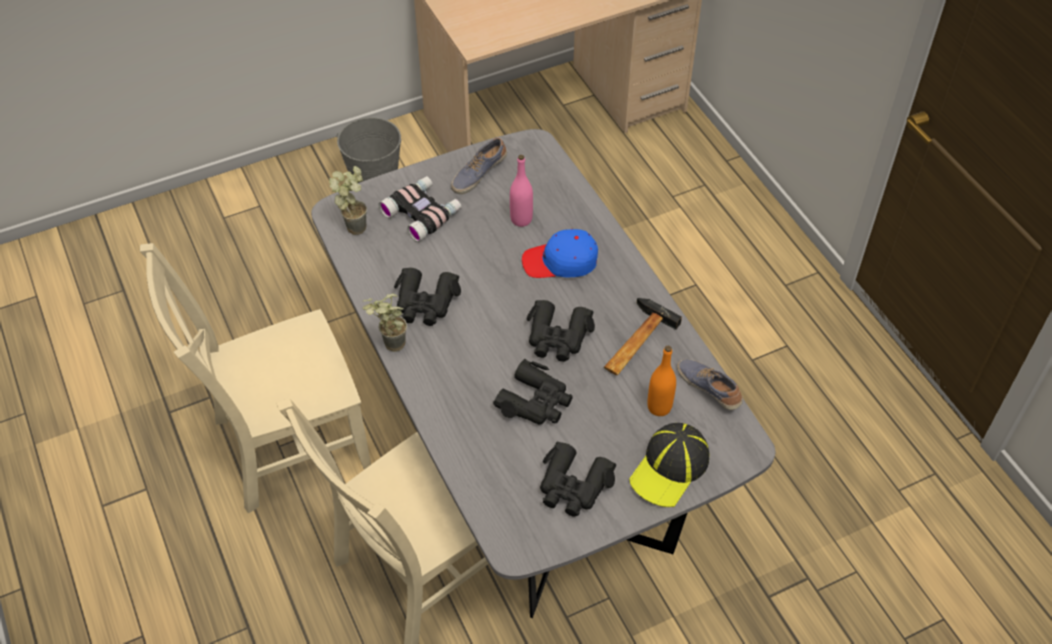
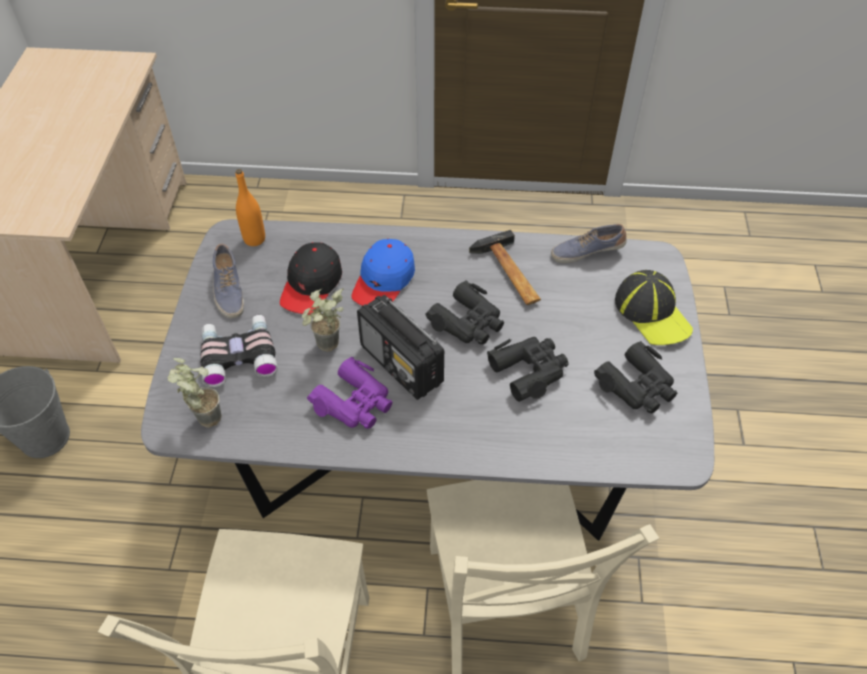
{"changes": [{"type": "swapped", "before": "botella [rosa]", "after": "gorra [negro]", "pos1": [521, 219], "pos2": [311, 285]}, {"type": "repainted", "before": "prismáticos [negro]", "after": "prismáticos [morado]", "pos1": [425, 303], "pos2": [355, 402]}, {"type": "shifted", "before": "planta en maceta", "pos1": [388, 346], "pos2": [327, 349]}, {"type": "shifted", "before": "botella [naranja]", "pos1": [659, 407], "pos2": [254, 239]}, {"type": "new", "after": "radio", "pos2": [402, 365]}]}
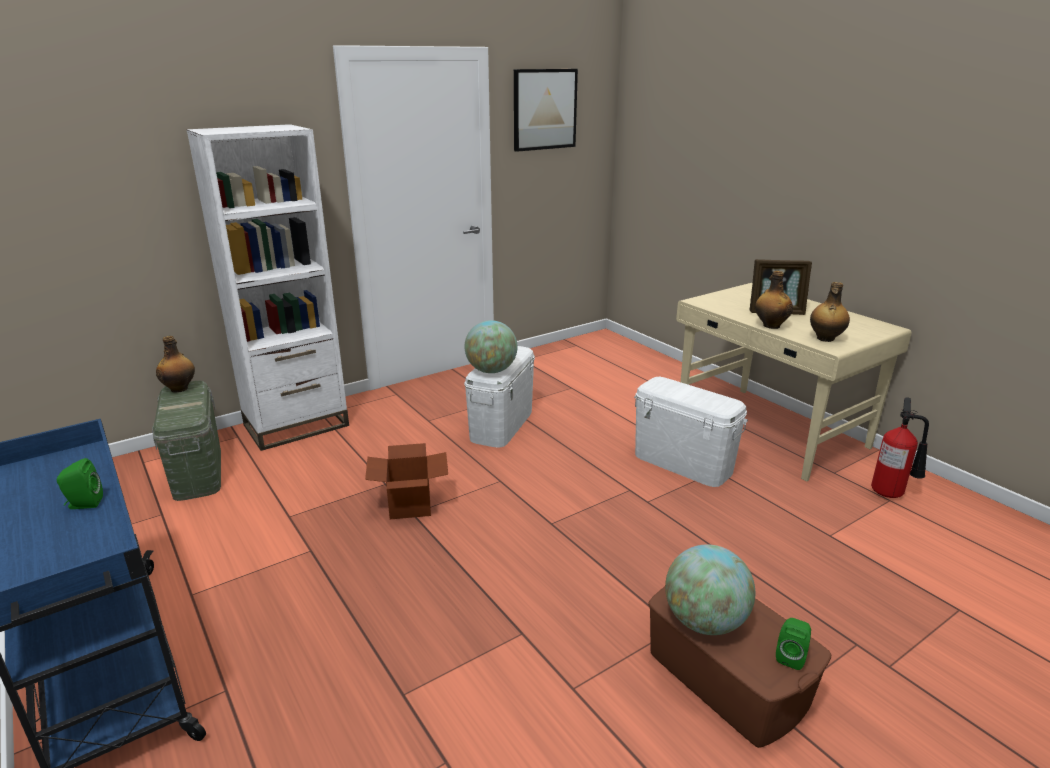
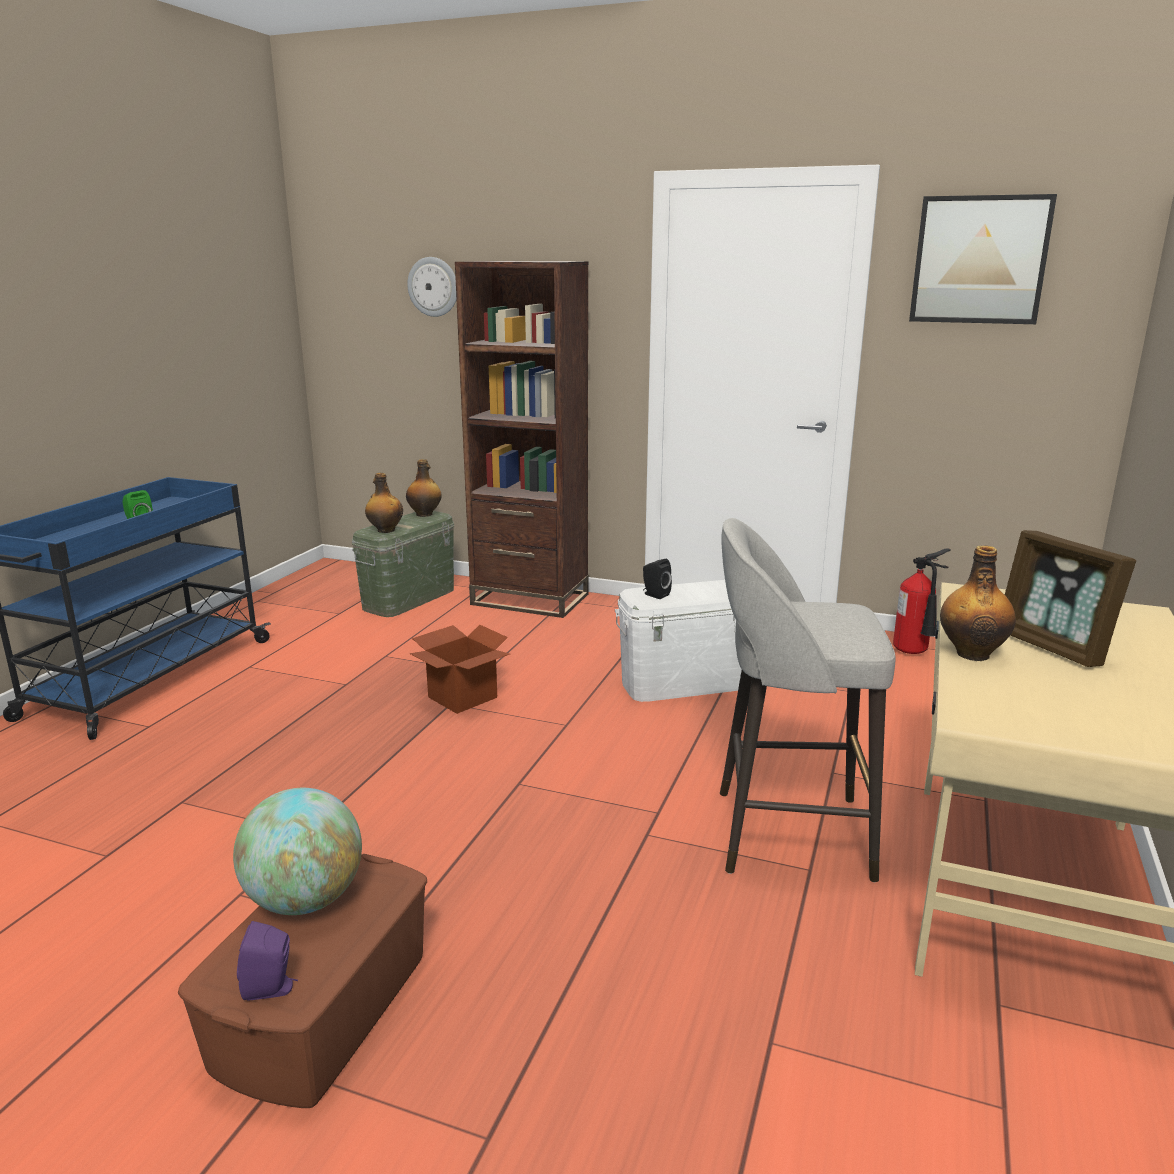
{"changes": [{"type": "repainted", "before": "estantería [blanco]", "after": "estantería [marrón]", "pos1": [296, 425], "pos2": [530, 599]}, {"type": "shifted", "before": "botella", "pos1": [825, 339], "pos2": [385, 530]}, {"type": "swapped", "before": "globo terráqueo", "after": "altavoz [negro]", "pos1": [491, 371], "pos2": [654, 595]}, {"type": "swapped", "before": "caja de almacenaje [blanco]", "after": "taburete [gris]", "pos1": [682, 463], "pos2": [786, 833]}, {"type": "shifted", "before": "extintor", "pos1": [891, 493], "pos2": [914, 653]}, {"type": "repainted", "before": "altavoz [verde]", "after": "altavoz [morado]", "pos1": [791, 657], "pos2": [271, 989]}, {"type": "new", "after": "reloj de pared", "pos2": [433, 287]}]}
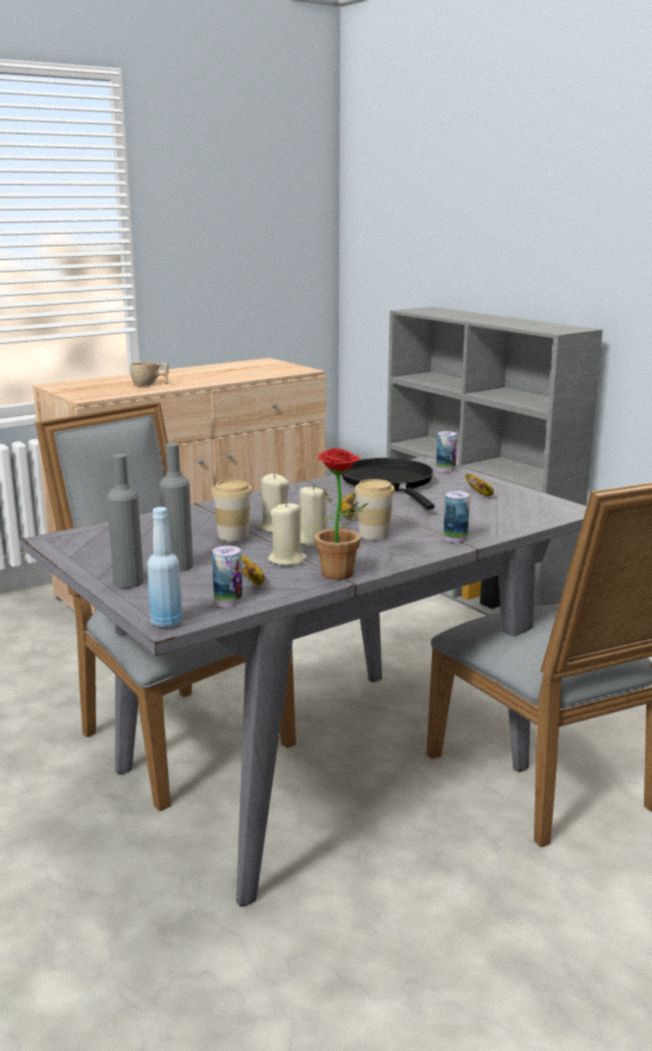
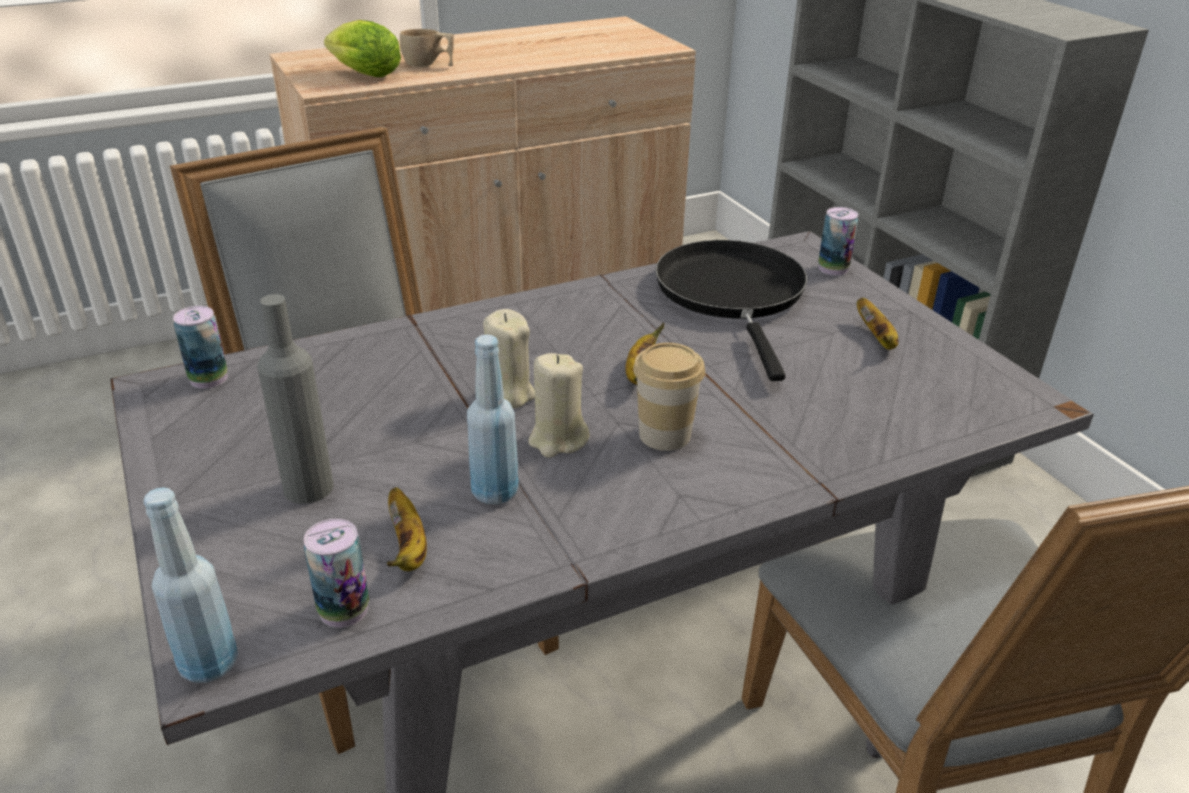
{"changes": [{"type": "gone", "before": "planta en maceta", "pos1": [341, 576]}, {"type": "gone", "before": "botella [gris]", "pos1": [128, 582]}, {"type": "gone", "before": "taza", "pos1": [233, 535]}, {"type": "shifted", "before": "lata", "pos1": [455, 538], "pos2": [209, 379]}, {"type": "swapped", "before": "vela [beis]", "after": "botella [azul]", "pos1": [287, 560], "pos2": [494, 492]}, {"type": "new", "after": "lechuga", "pos2": [362, 74]}]}
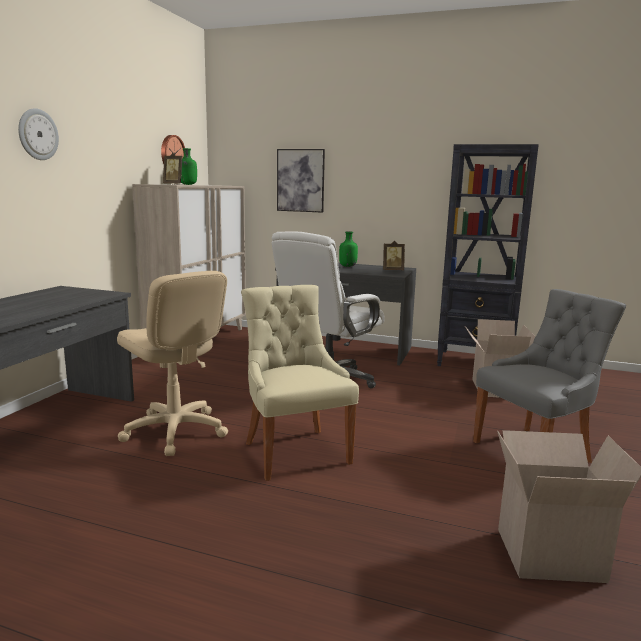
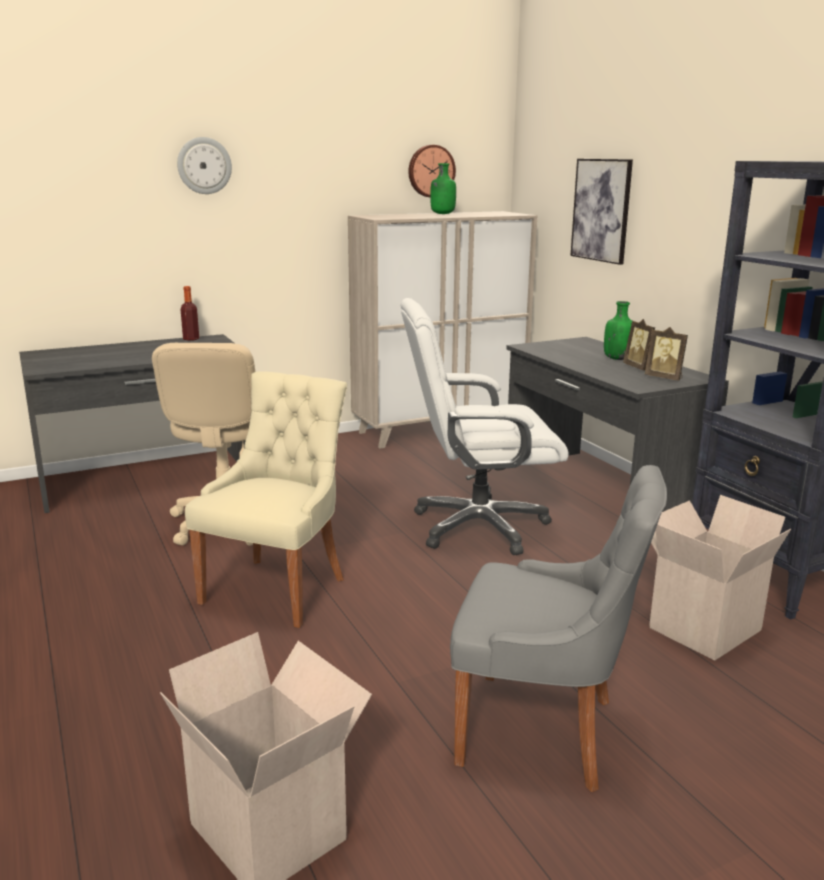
{"changes": [{"type": "shifted", "before": "portarretratos", "pos1": [174, 184], "pos2": [639, 368]}, {"type": "new", "after": "botella", "pos2": [191, 339]}]}
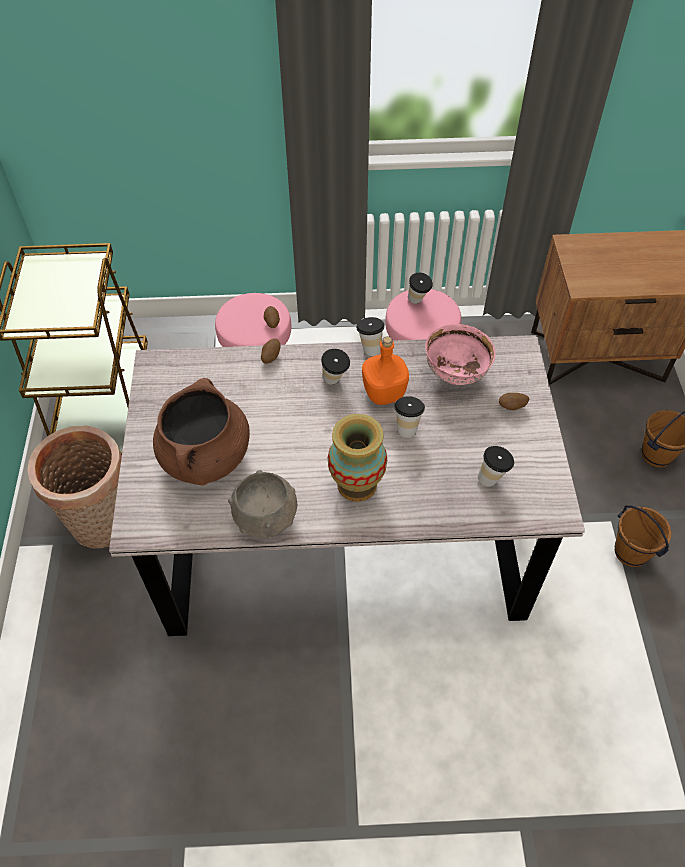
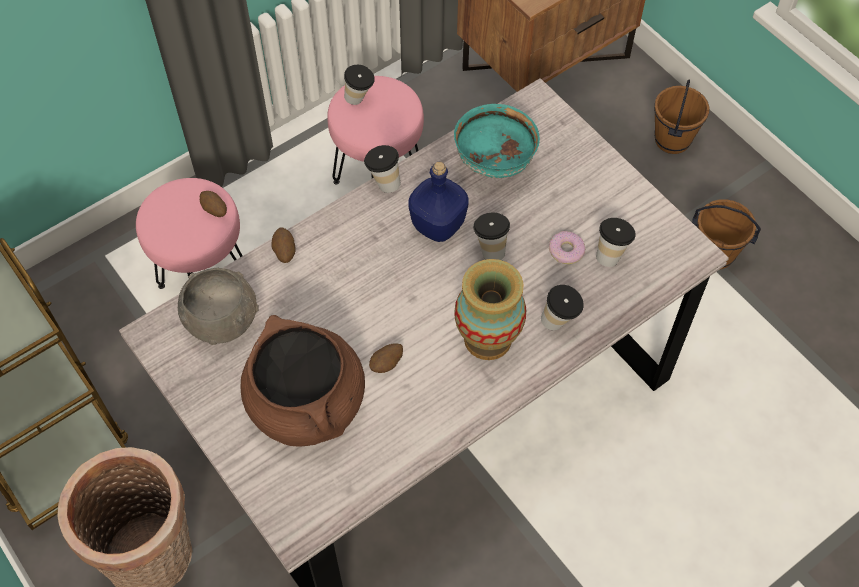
{"changes": [{"type": "repainted", "before": "cuenco [rosa]", "after": "cuenco [turquesa]", "pos1": [456, 374], "pos2": [494, 164]}, {"type": "repainted", "before": "botella [naranja]", "after": "botella [azul]", "pos1": [383, 393], "pos2": [437, 226]}, {"type": "shifted", "before": "taza", "pos1": [335, 381], "pos2": [559, 322]}, {"type": "shifted", "before": "patata", "pos1": [512, 407], "pos2": [387, 364]}, {"type": "shifted", "before": "cuenco [gris]", "pos1": [266, 516], "pos2": [221, 319]}, {"type": "new", "after": "rosquilla", "pos2": [566, 251]}]}
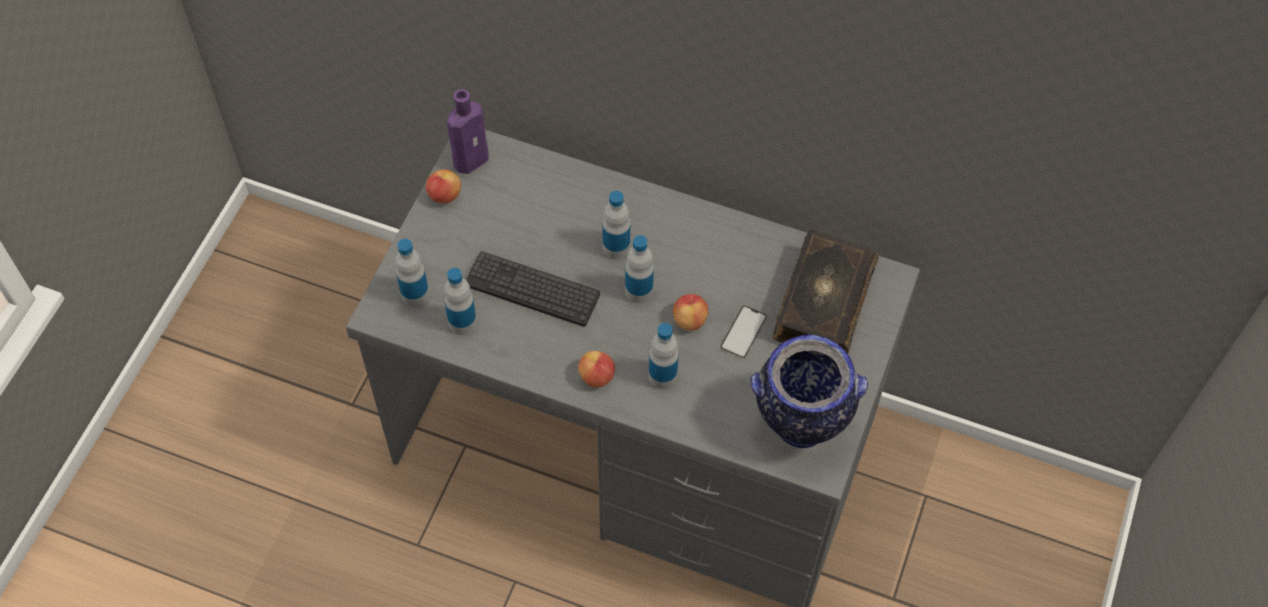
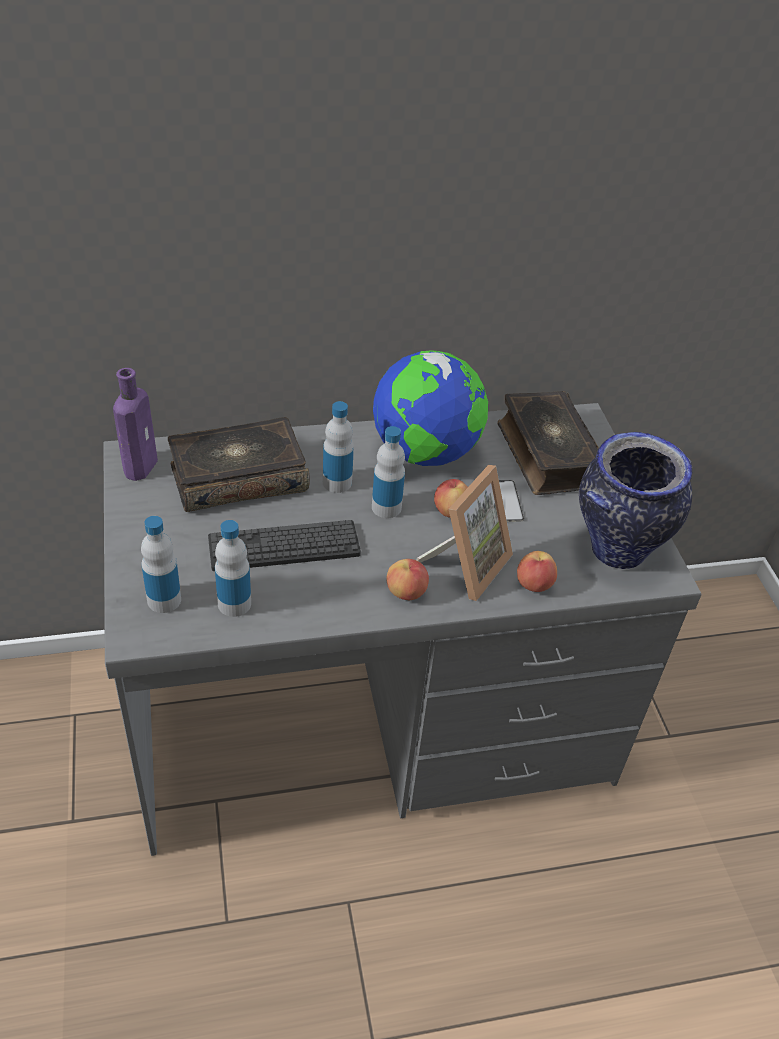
{"changes": [{"type": "shifted", "before": "manzana", "pos1": [444, 195], "pos2": [534, 584]}, {"type": "swapped", "before": "botella", "after": "portarretratos", "pos1": [662, 376], "pos2": [466, 565]}, {"type": "new", "after": "globo terráqueo", "pos2": [425, 453]}, {"type": "new", "after": "libro", "pos2": [238, 477]}]}
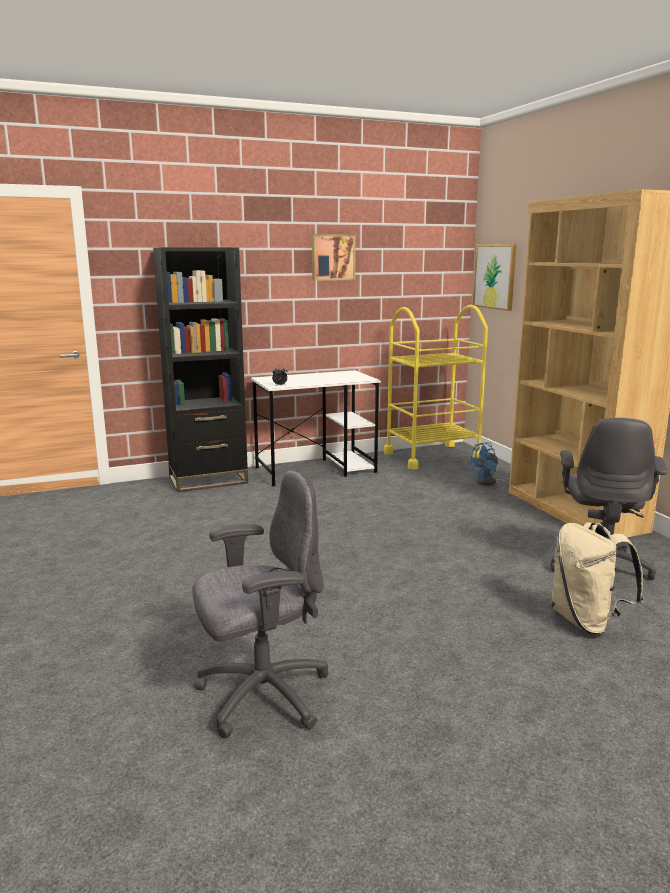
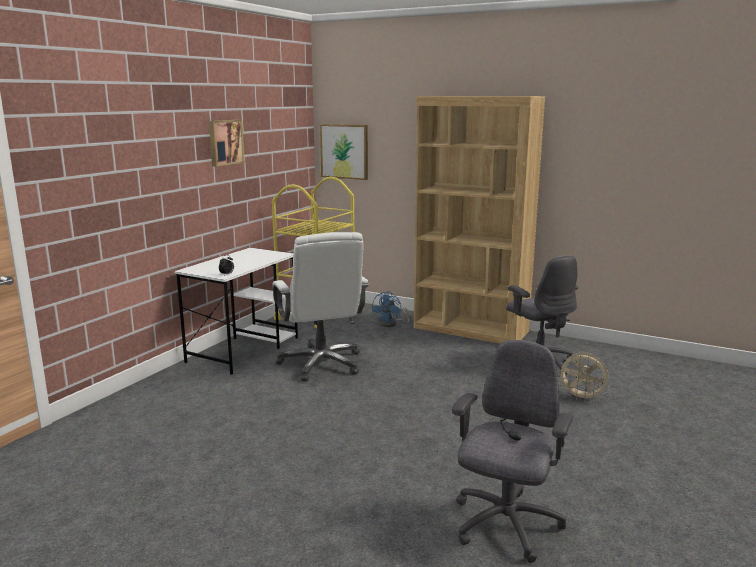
{"changes": [{"type": "gone", "before": "estantería [negro]", "pos1": [208, 480]}, {"type": "swapped", "before": "mochila [beis]", "after": "ventilador [beis]", "pos1": [587, 622], "pos2": [582, 398]}, {"type": "new", "after": "silla de oficina [blanco]", "pos2": [321, 364]}]}
